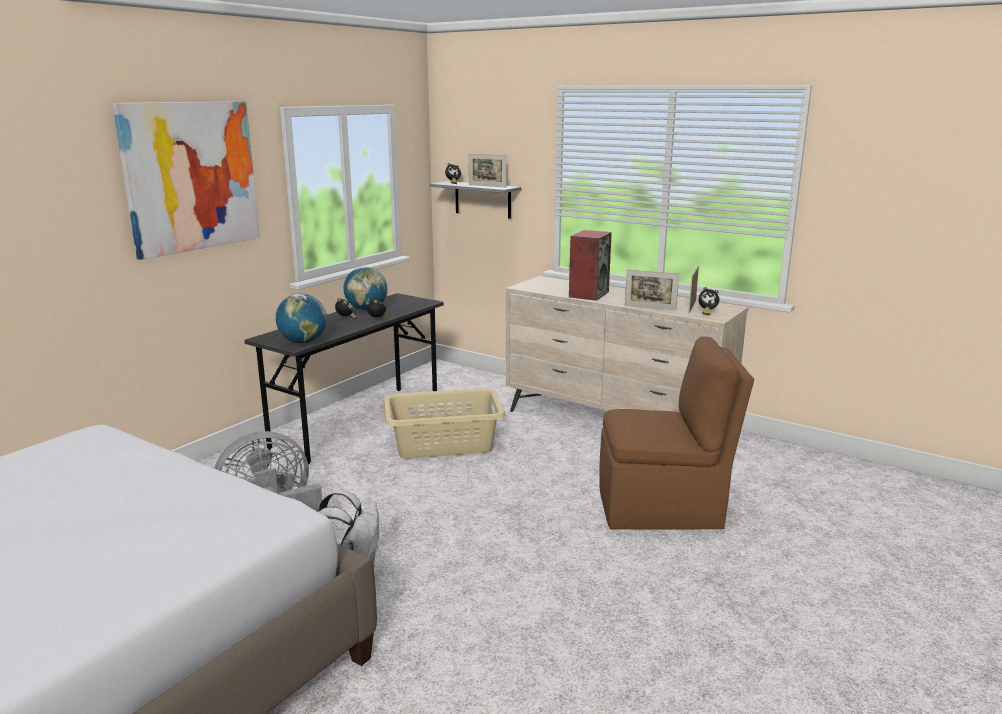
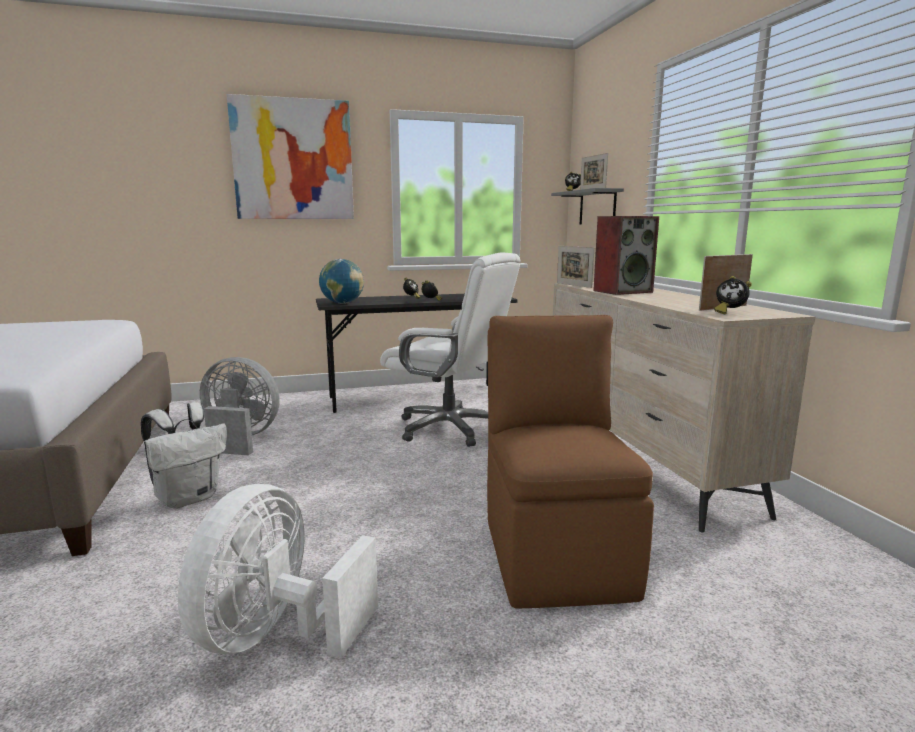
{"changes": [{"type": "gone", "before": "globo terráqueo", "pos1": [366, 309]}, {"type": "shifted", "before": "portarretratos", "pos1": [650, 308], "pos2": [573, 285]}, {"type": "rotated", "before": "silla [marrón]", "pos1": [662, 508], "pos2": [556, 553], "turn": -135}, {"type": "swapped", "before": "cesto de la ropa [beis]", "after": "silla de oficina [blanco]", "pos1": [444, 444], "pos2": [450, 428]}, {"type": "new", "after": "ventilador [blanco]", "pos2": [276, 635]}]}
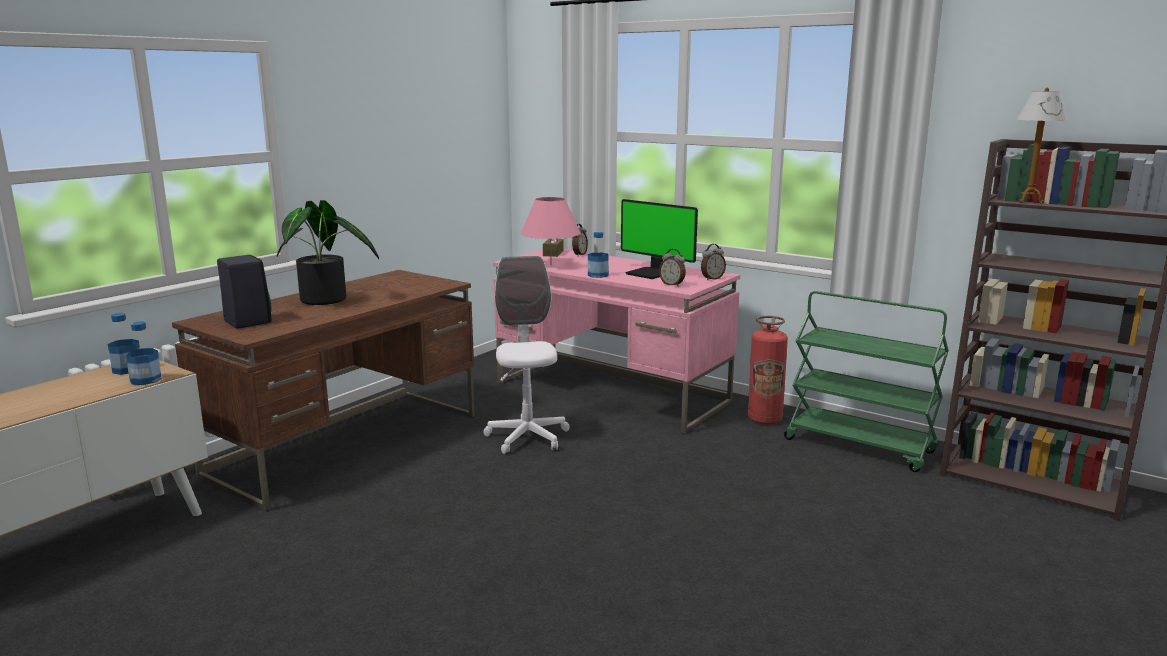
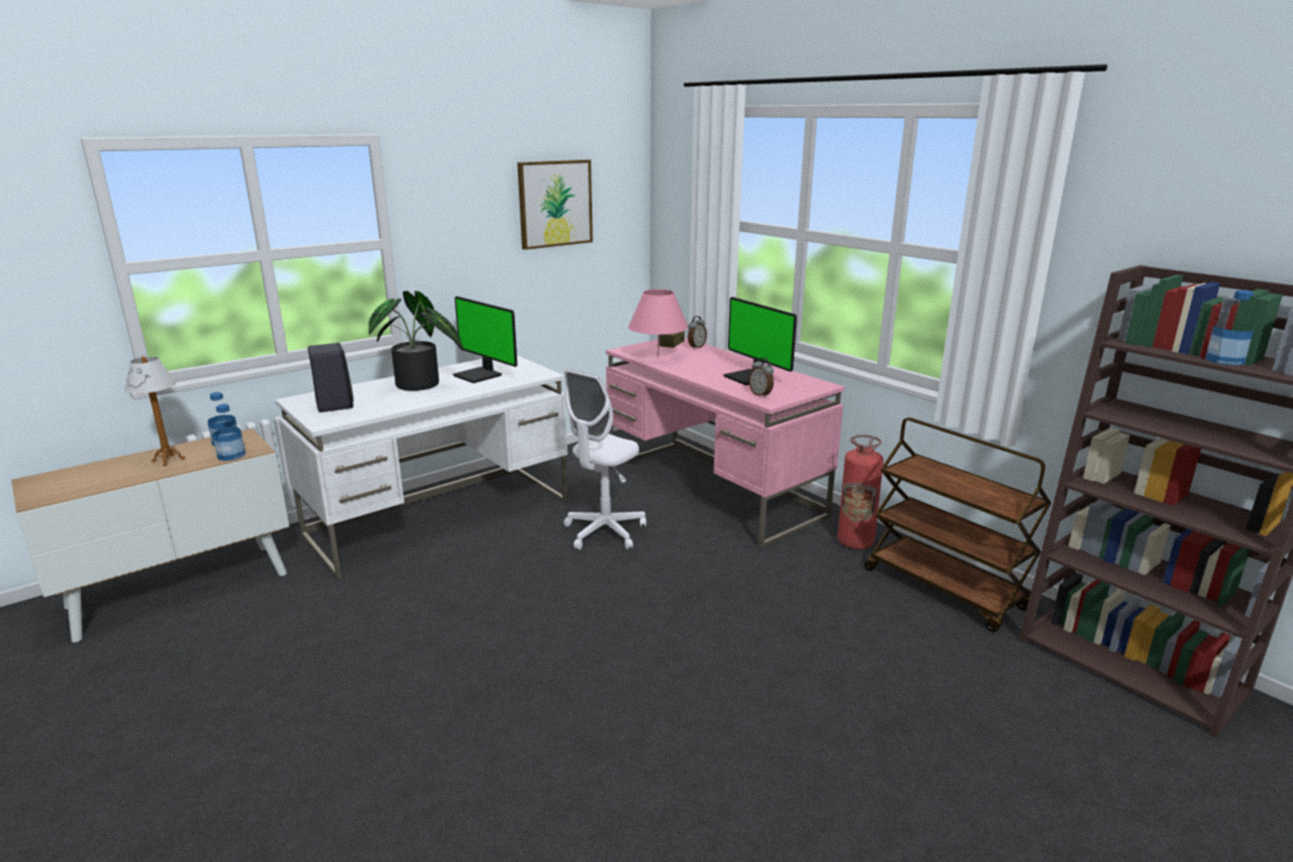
{"changes": [{"type": "shifted", "before": "lámpara de mesa", "pos1": [1029, 201], "pos2": [168, 460]}, {"type": "shifted", "before": "botella", "pos1": [598, 275], "pos2": [1224, 360]}, {"type": "gone", "before": "despertador", "pos1": [712, 279]}, {"type": "rotated", "before": "silla de oficina [blanco]", "pos1": [527, 437], "pos2": [604, 532], "turn": -150}, {"type": "repainted", "before": "escritorio [marrón]", "after": "escritorio [blanco]", "pos1": [348, 444], "pos2": [441, 518]}, {"type": "repainted", "before": "carrito [verde]", "after": "carrito [marrón]", "pos1": [860, 446], "pos2": [945, 589]}, {"type": "new", "after": "cuadro", "pos2": [555, 203]}, {"type": "new", "after": "monitor", "pos2": [480, 375]}]}
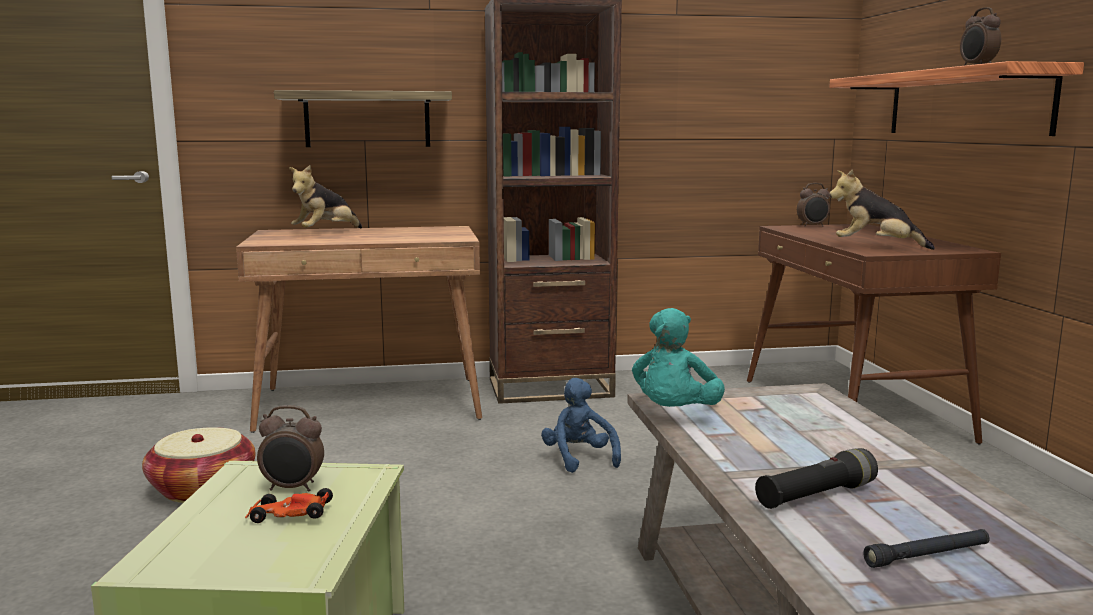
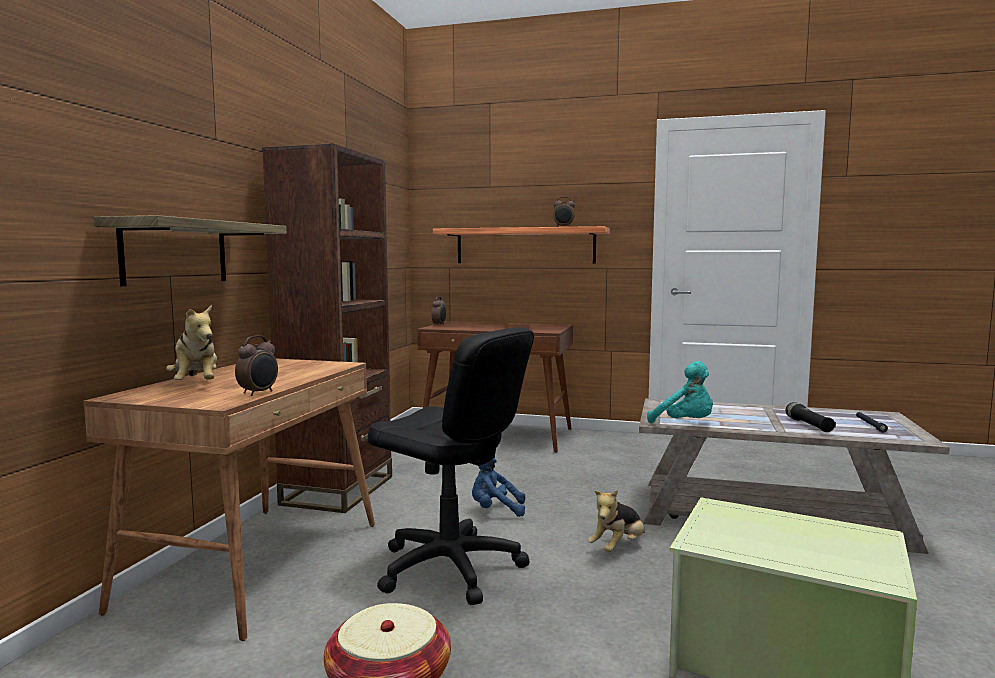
{"changes": [{"type": "shifted", "before": "peluche", "pos1": [875, 247], "pos2": [618, 547]}, {"type": "shifted", "before": "despertador", "pos1": [293, 488], "pos2": [259, 393]}, {"type": "gone", "before": "coche de juguete", "pos1": [289, 515]}, {"type": "new", "after": "silla de oficina [negro]", "pos2": [450, 568]}]}
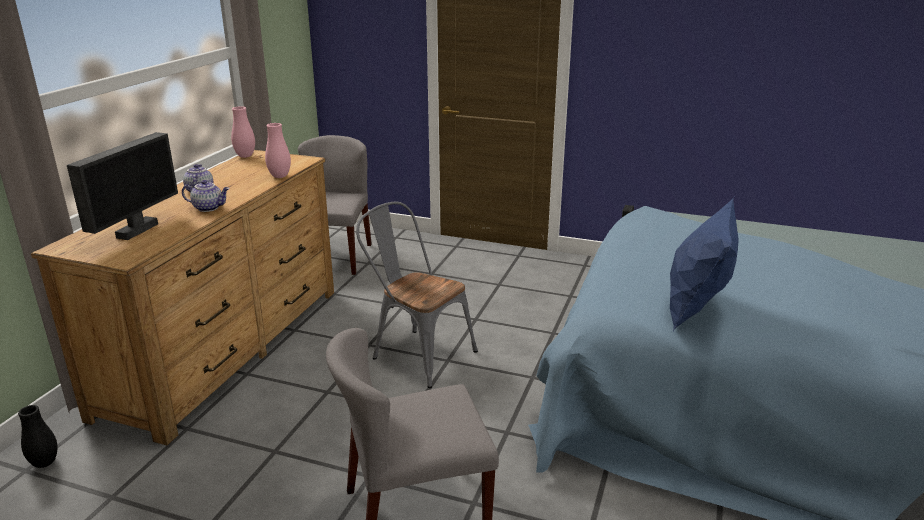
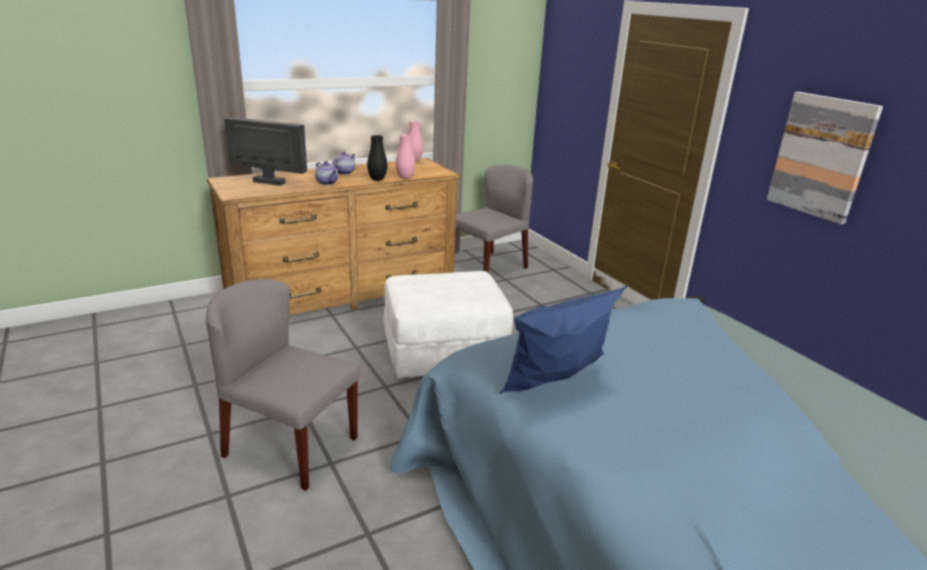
{"changes": [{"type": "rotated", "before": "monitor", "pos1": [136, 230], "pos2": [268, 182], "turn": -135}, {"type": "swapped", "before": "silla [gris]", "after": "puf [blanco]", "pos1": [417, 353], "pos2": [445, 352]}, {"type": "shifted", "before": "florero [negro]", "pos1": [45, 463], "pos2": [377, 179]}, {"type": "new", "after": "cuadro", "pos2": [821, 156]}]}
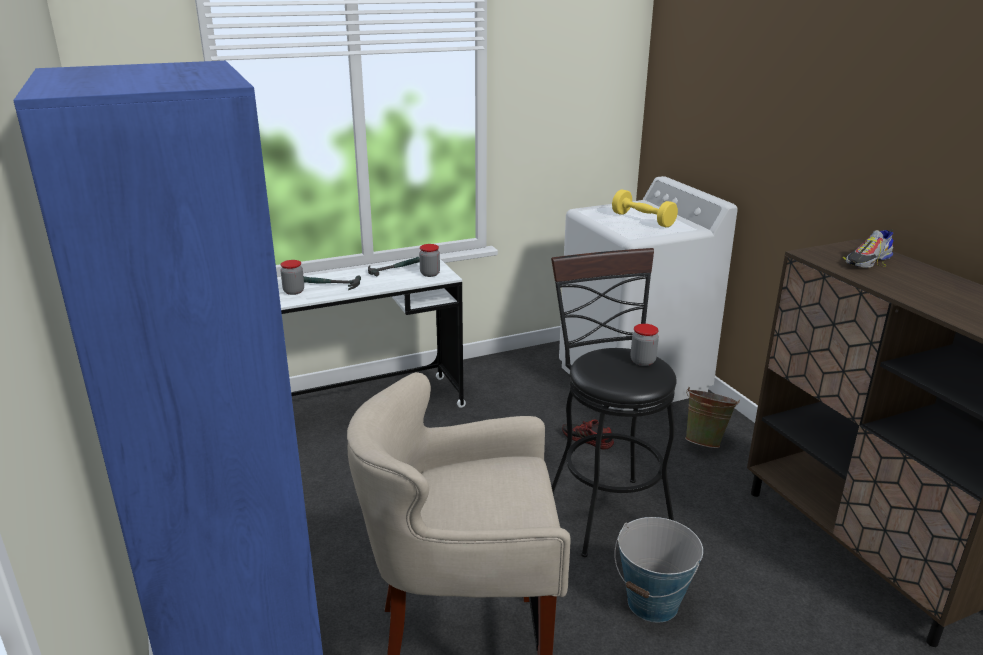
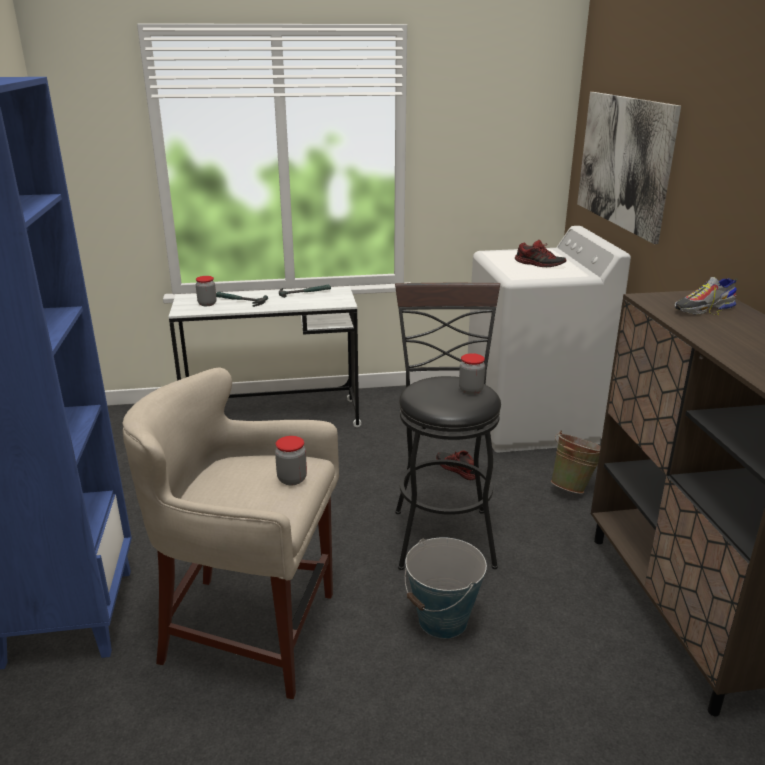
{"changes": [{"type": "swapped", "before": "mancuerna [amarillo]", "after": "zapato", "pos1": [643, 220], "pos2": [539, 264]}, {"type": "shifted", "before": "tarro", "pos1": [430, 274], "pos2": [292, 479]}, {"type": "new", "after": "cuadro", "pos2": [623, 162]}]}
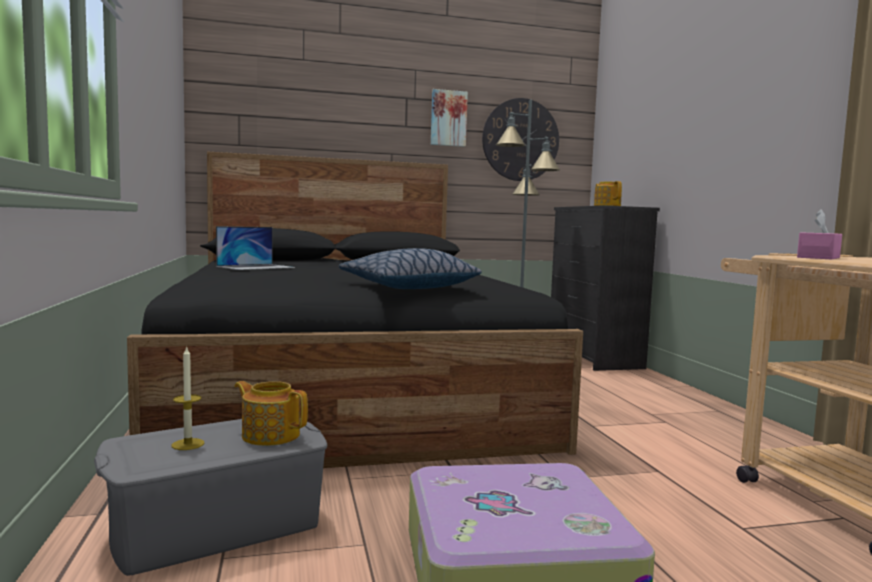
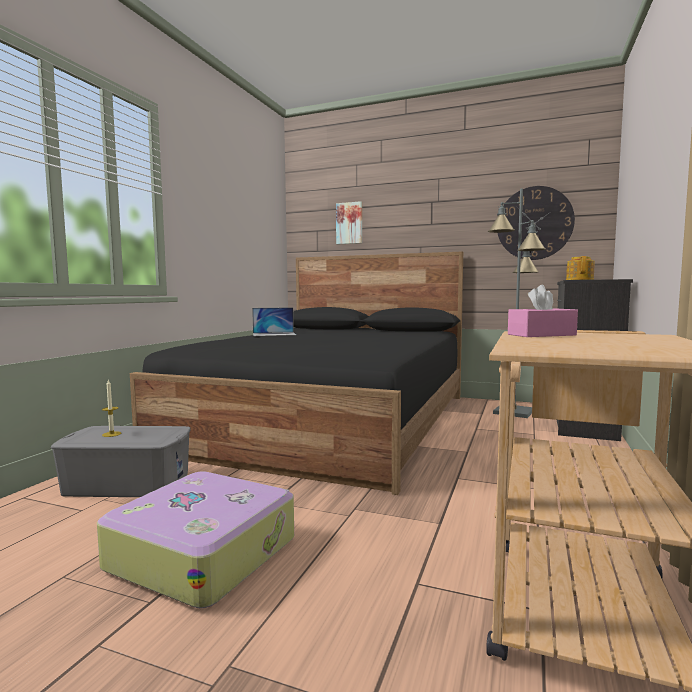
{"changes": [{"type": "shifted", "before": "cuadro", "pos1": [448, 118], "pos2": [349, 223]}, {"type": "gone", "before": "cojín", "pos1": [407, 287]}, {"type": "gone", "before": "tetera", "pos1": [270, 435]}]}
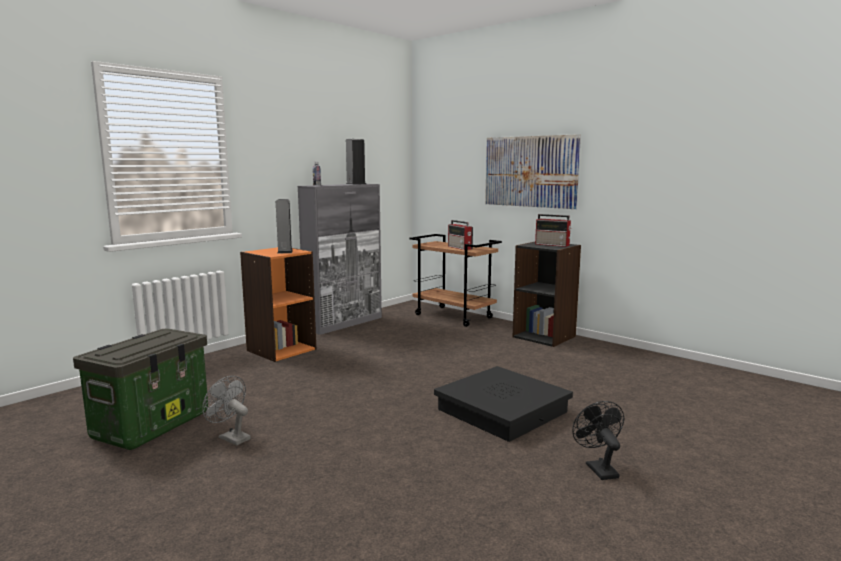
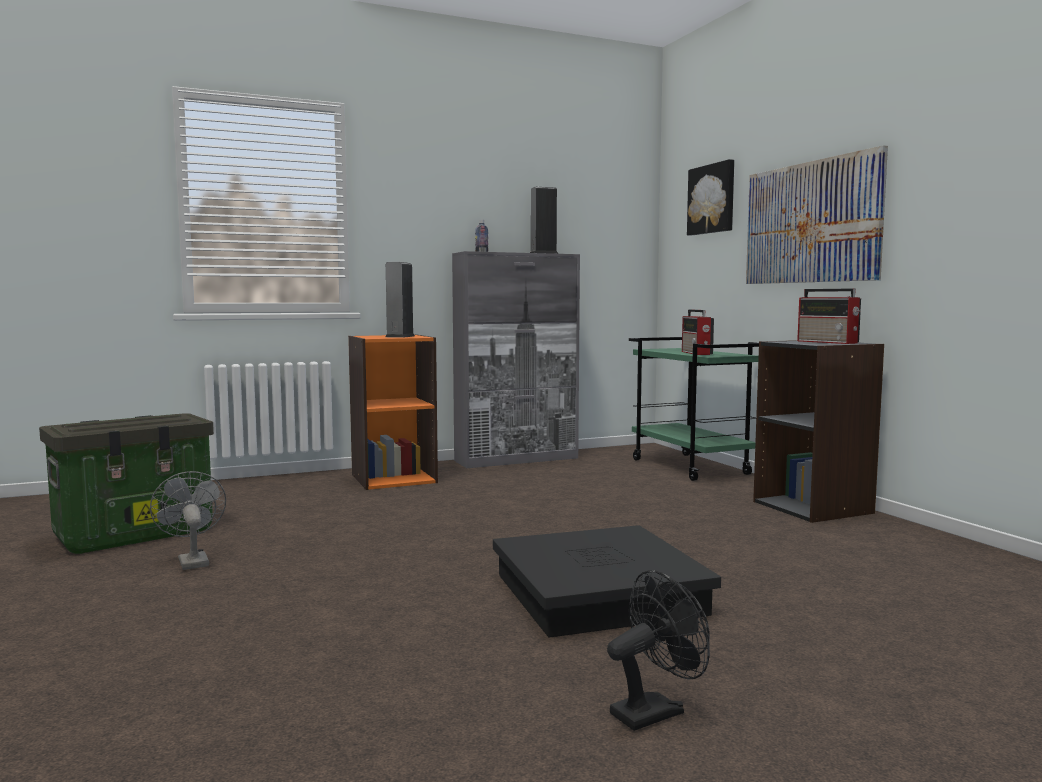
{"changes": [{"type": "repainted", "before": "carrito [marrón]", "after": "carrito [verde]", "pos1": [454, 316], "pos2": [691, 467]}, {"type": "rotated", "before": "ventilador [negro]", "pos1": [598, 468], "pos2": [655, 711], "turn": 45}, {"type": "new", "after": "cuadro", "pos2": [712, 199]}]}
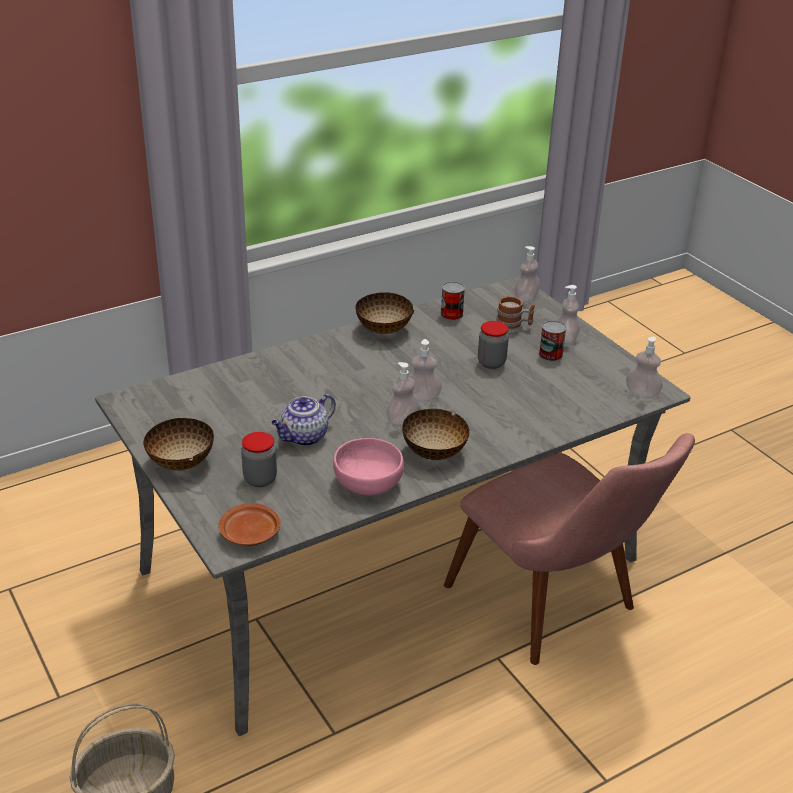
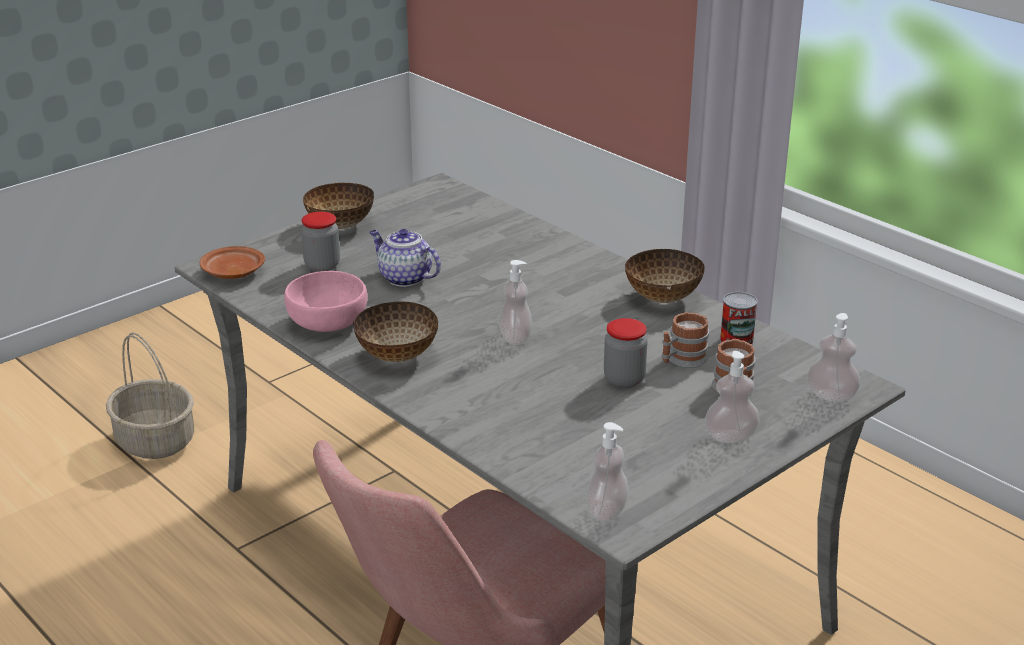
{"changes": [{"type": "gone", "before": "lata", "pos1": [550, 355]}, {"type": "gone", "before": "dispensador de jabón", "pos1": [402, 420]}, {"type": "new", "after": "taza grande", "pos2": [682, 360]}]}
